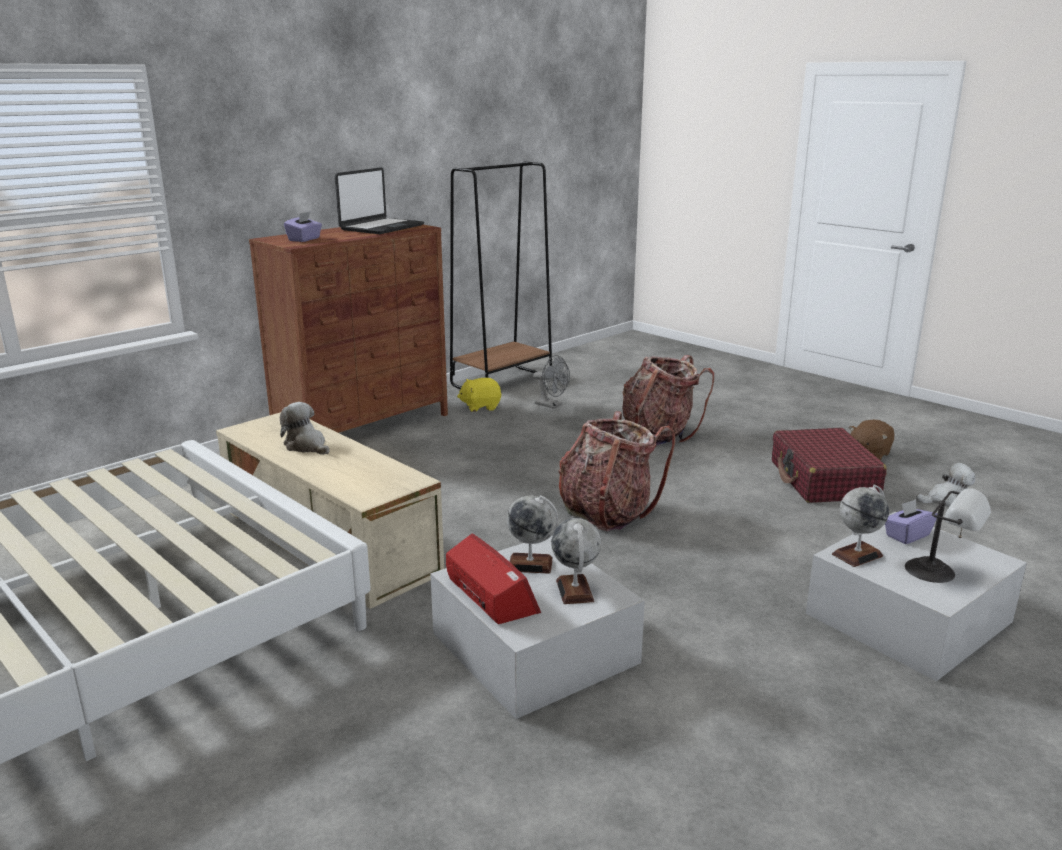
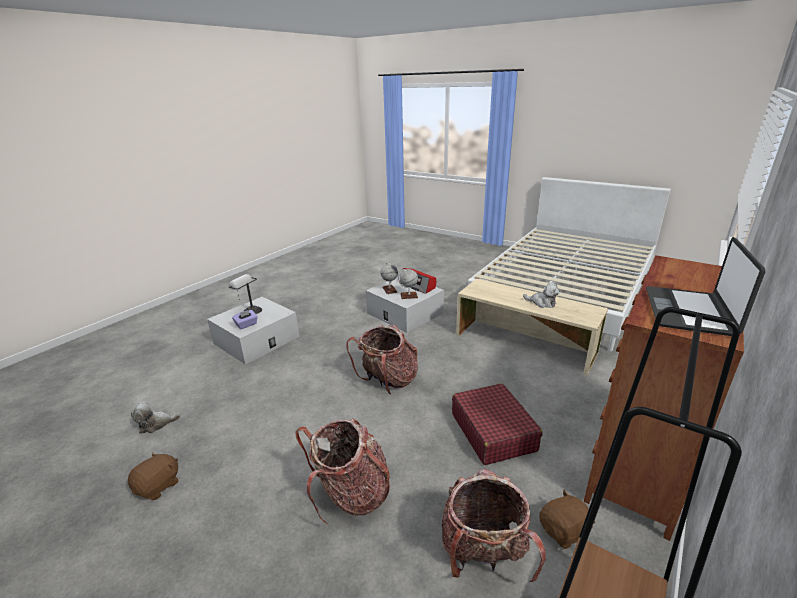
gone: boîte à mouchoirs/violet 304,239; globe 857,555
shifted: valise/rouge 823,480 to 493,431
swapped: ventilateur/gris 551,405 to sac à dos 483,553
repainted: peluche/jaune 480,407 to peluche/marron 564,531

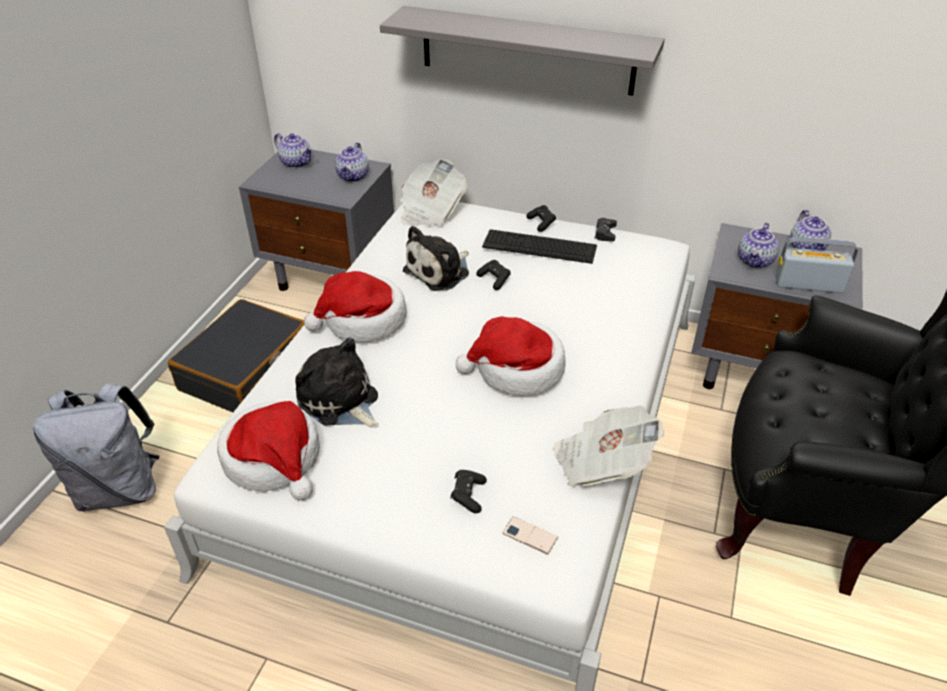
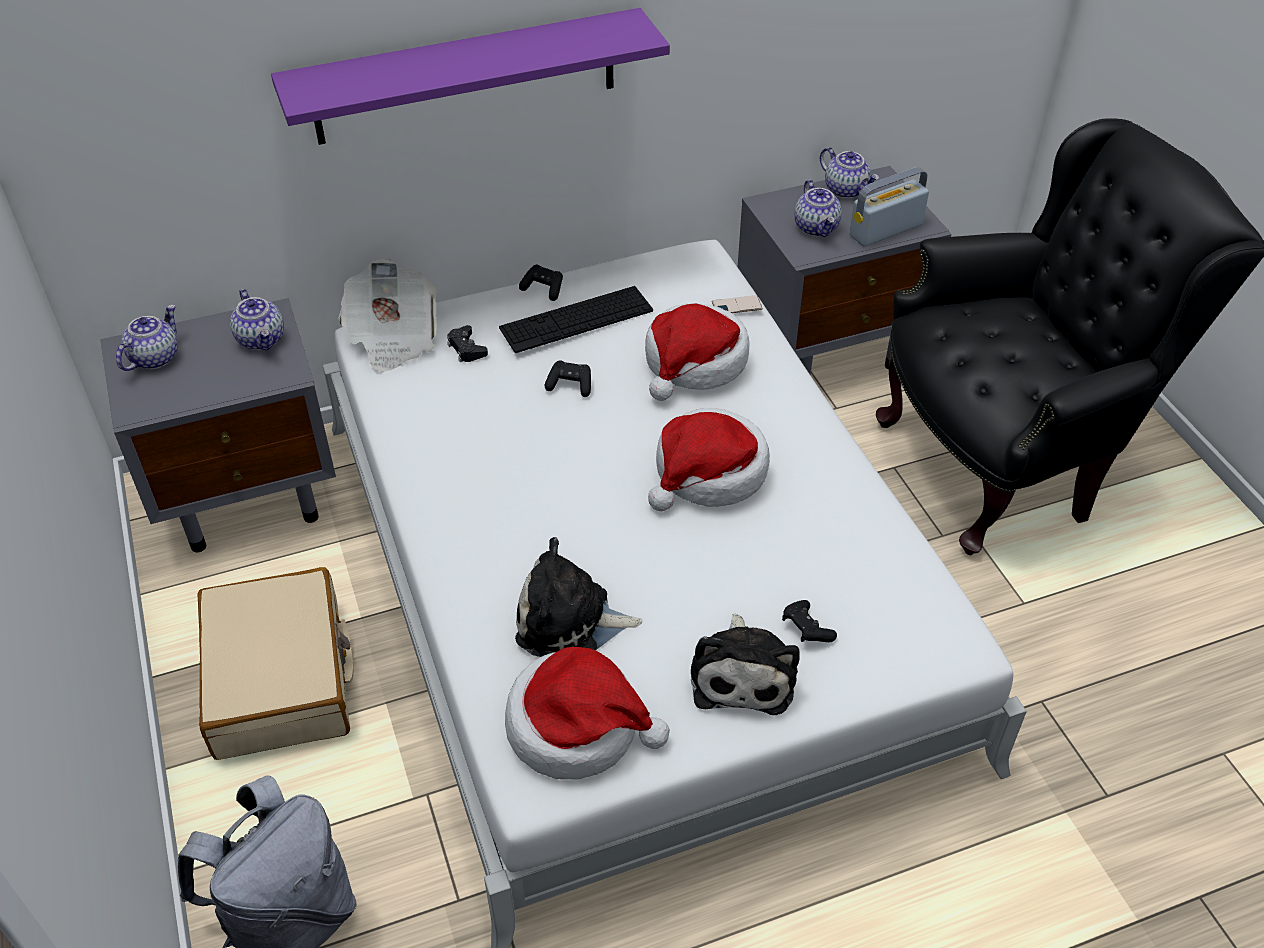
gone: journal 602,463
shifted: chapeau 362,320 to 694,363; peluche 440,271 to 742,673; téléphone 530,535 to 737,305; manette/noir 605,233 to 466,349
repainted: valise/noir 247,371 to valise/beige 280,679; étagère/gris 527,50 to étagère/violet 465,77
rotated: théière 296,162 = 154,357 60 degrees counterclockwise

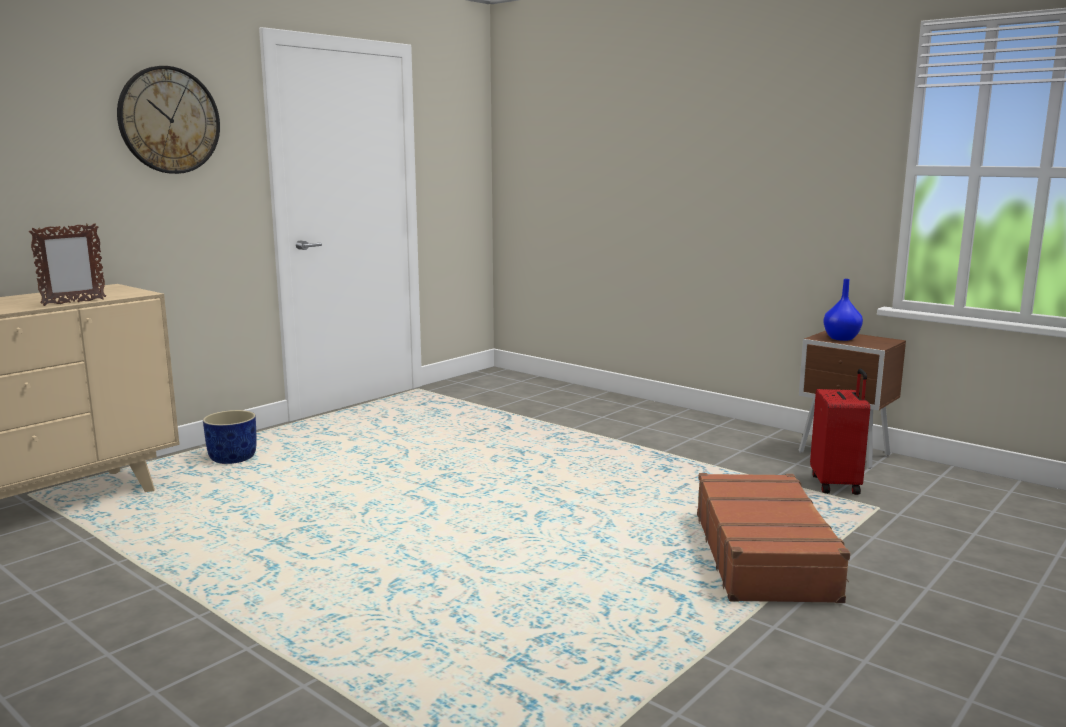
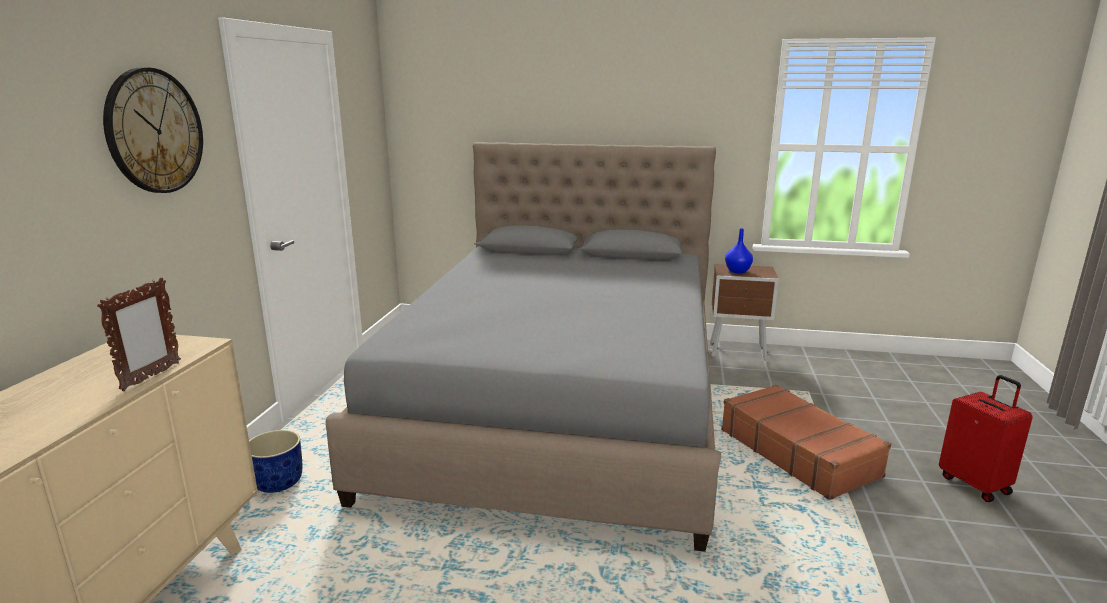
new: lit/gris 562,405
shifted: valise/rouge 836,484 to 975,484

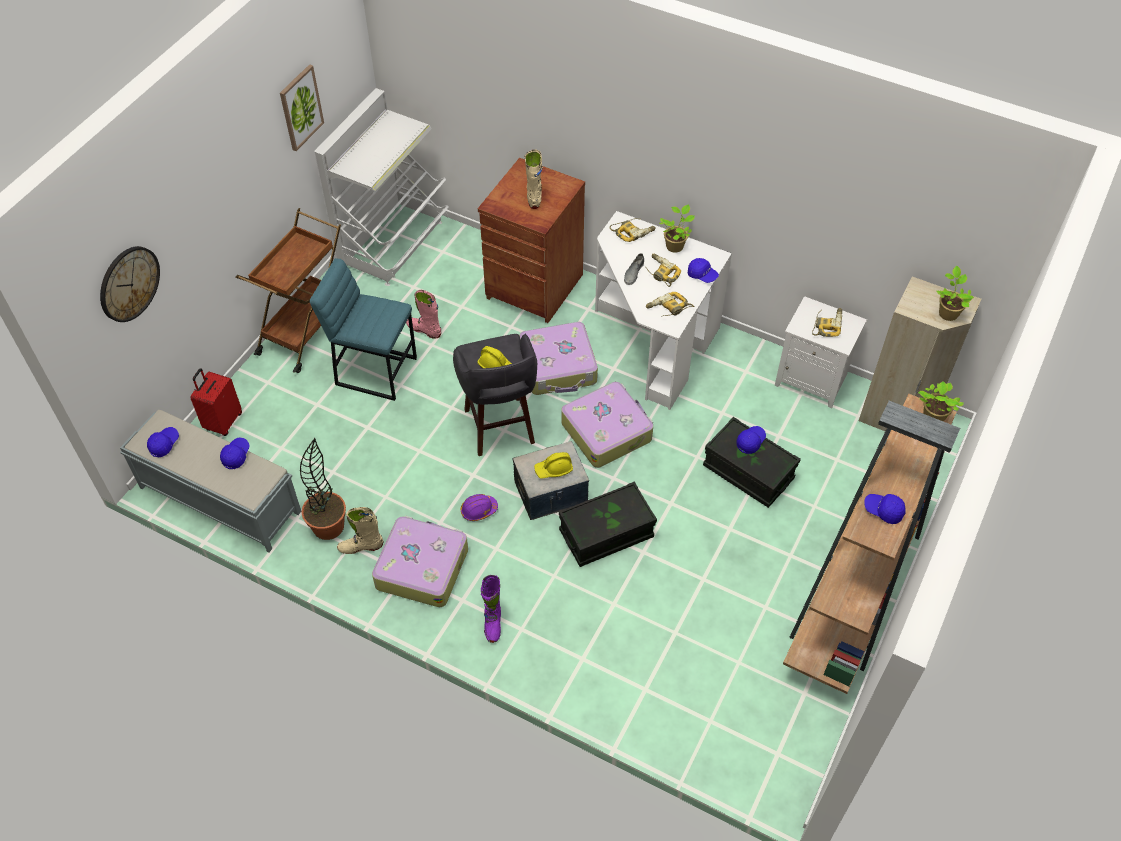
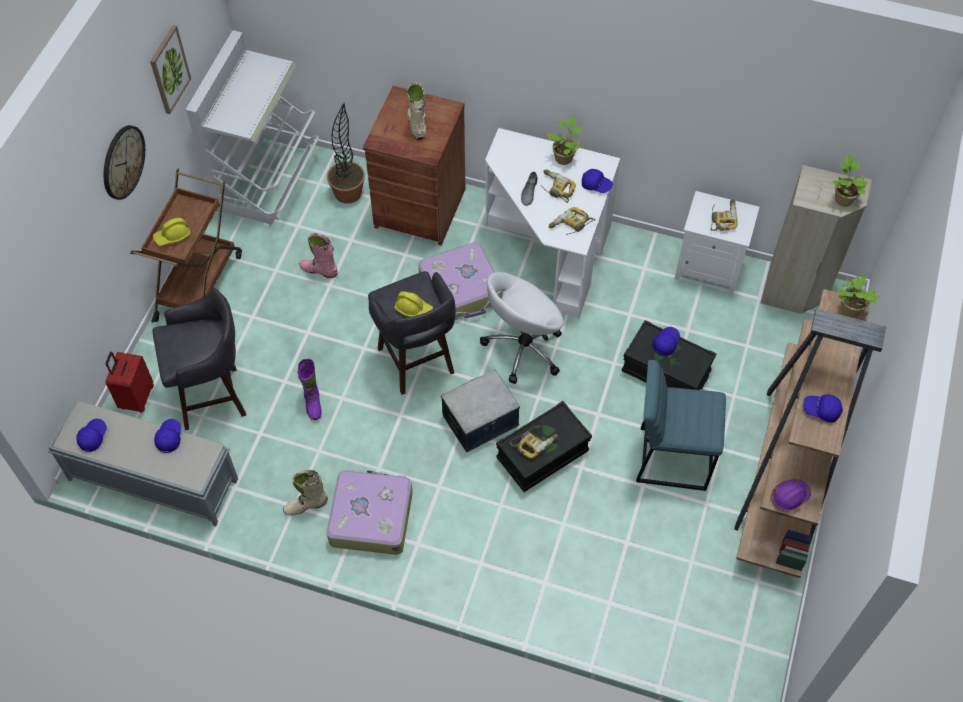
new: tabouret/gris 215,398
shifted: horloge murale 129,283 to 123,162; plante en pot 328,526 to 348,193; tabouret/bleu 374,370 to 670,458; casque de chantier/violet 478,510 to 789,497; botte/violet 492,623 to 313,403; casque de chantier/jaune 554,469 to 172,236; perceuse 633,232 to 534,442
swapped: valise 607,431 to chaise de bureau/blanc 522,349

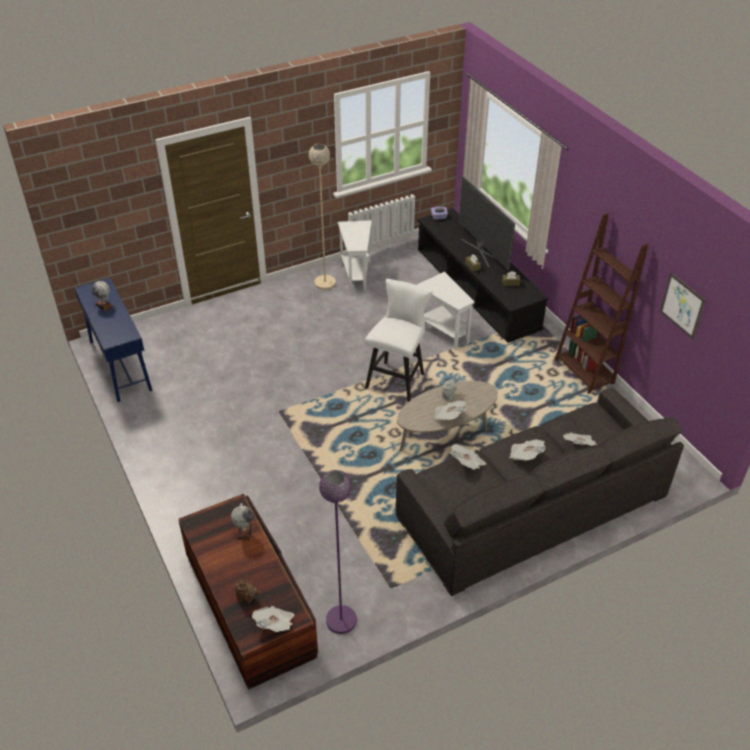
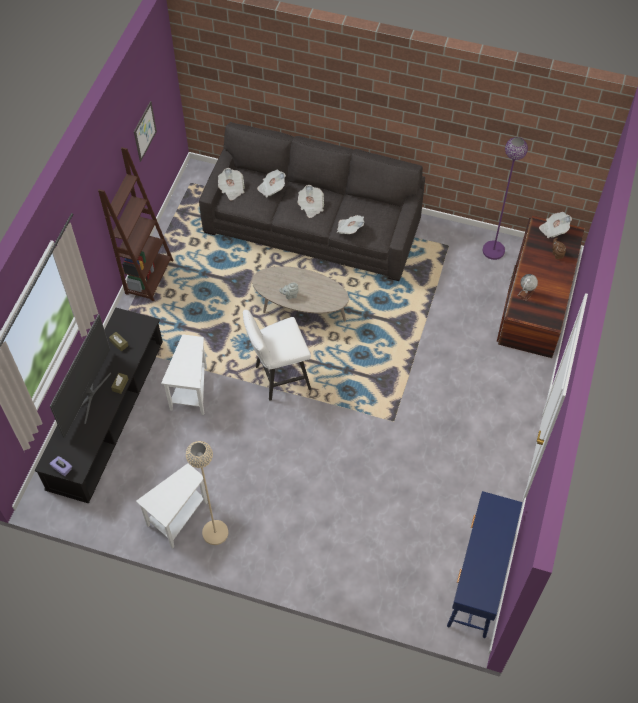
gone: globe 104,305
shifted: journal 448,416 to 231,189

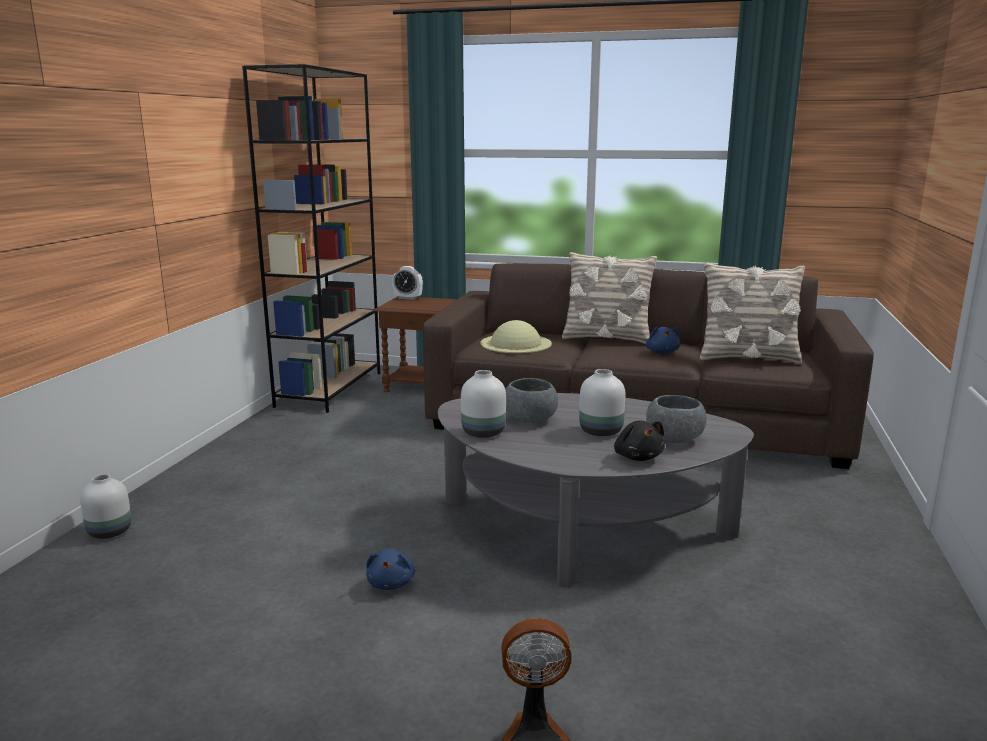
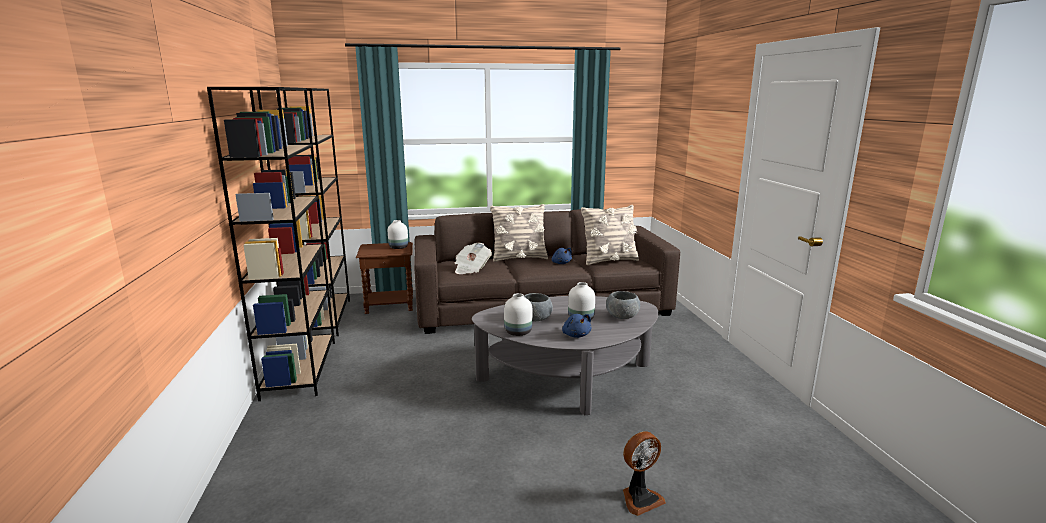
gone: réveil 408,298; peluche/noir 637,457
new: bibliothèque/beige 299,369
shifted: vase/blanc 109,532 to 398,247; peluche/bleu 391,583 to 576,335
swapped: chapeau/beige 516,343 to journal 471,269

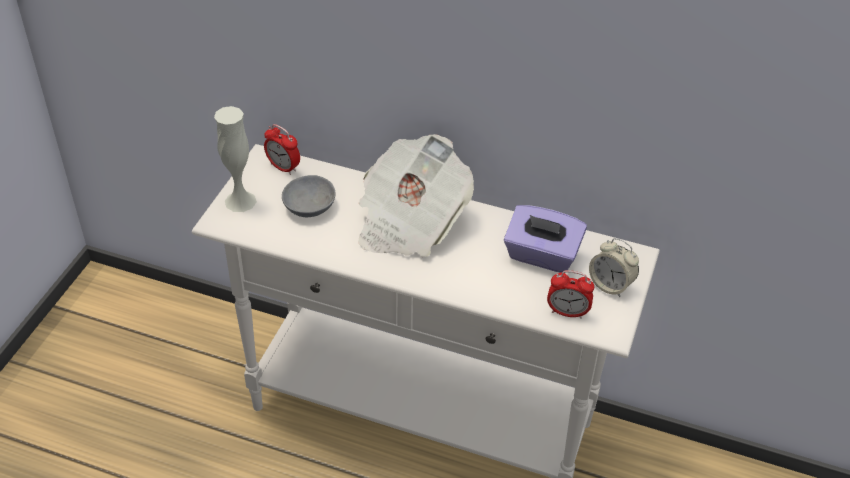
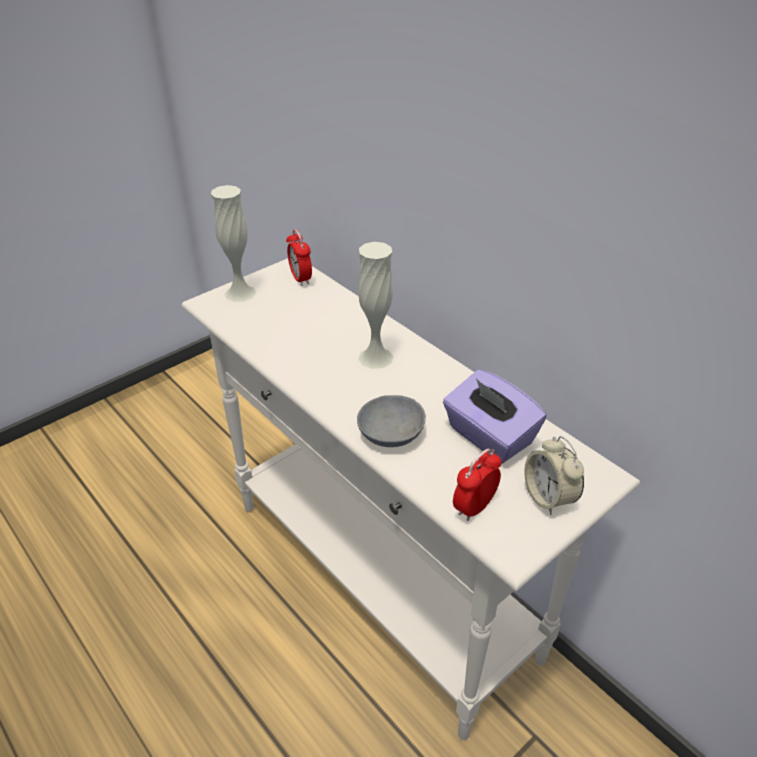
shifted: bol/gris 308,205 to 390,431
swapped: journal 409,221 to vase/blanc 375,357
rotated: réveil 567,312 = 474,507 90 degrees clockwise

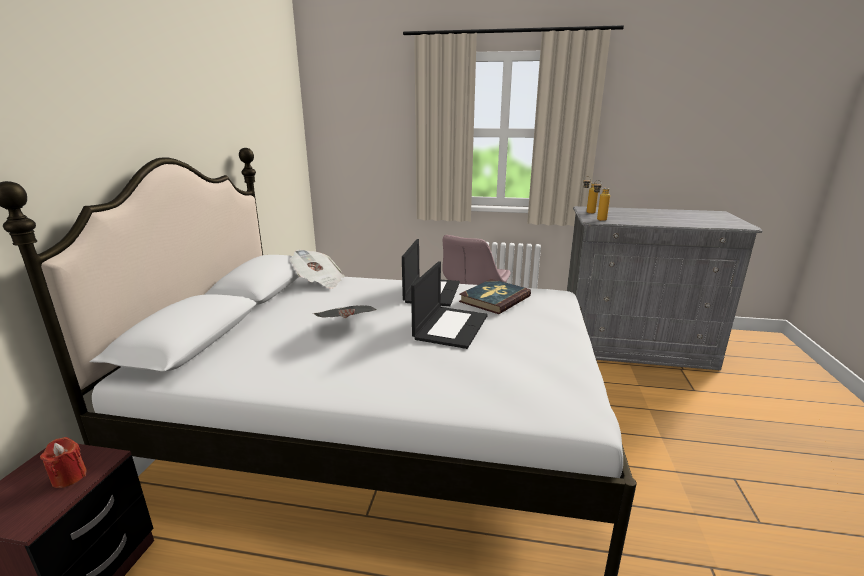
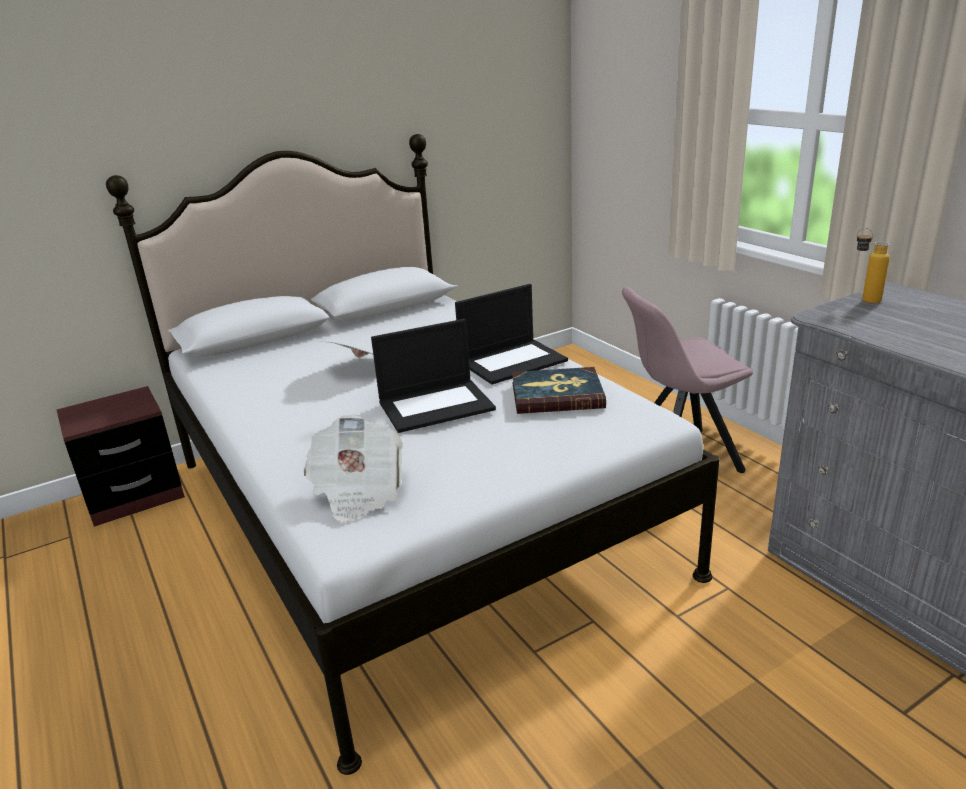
gone: bougie/rouge 69,477; bouteille 597,219
shifted: journal 319,281 to 357,491

